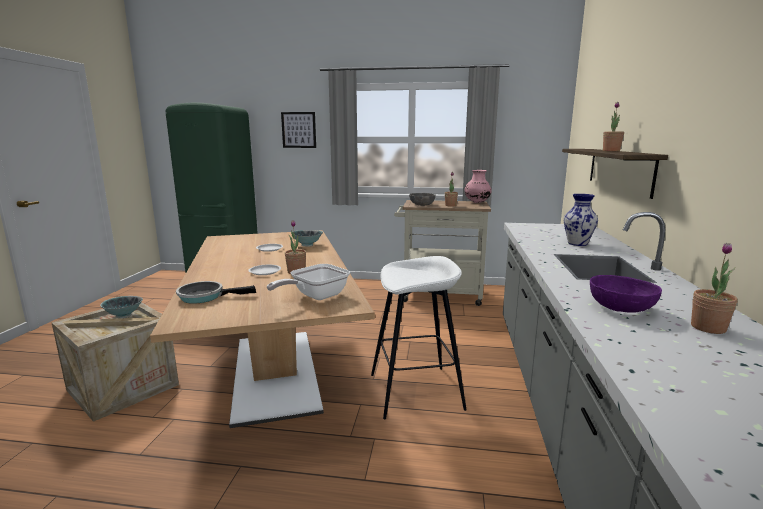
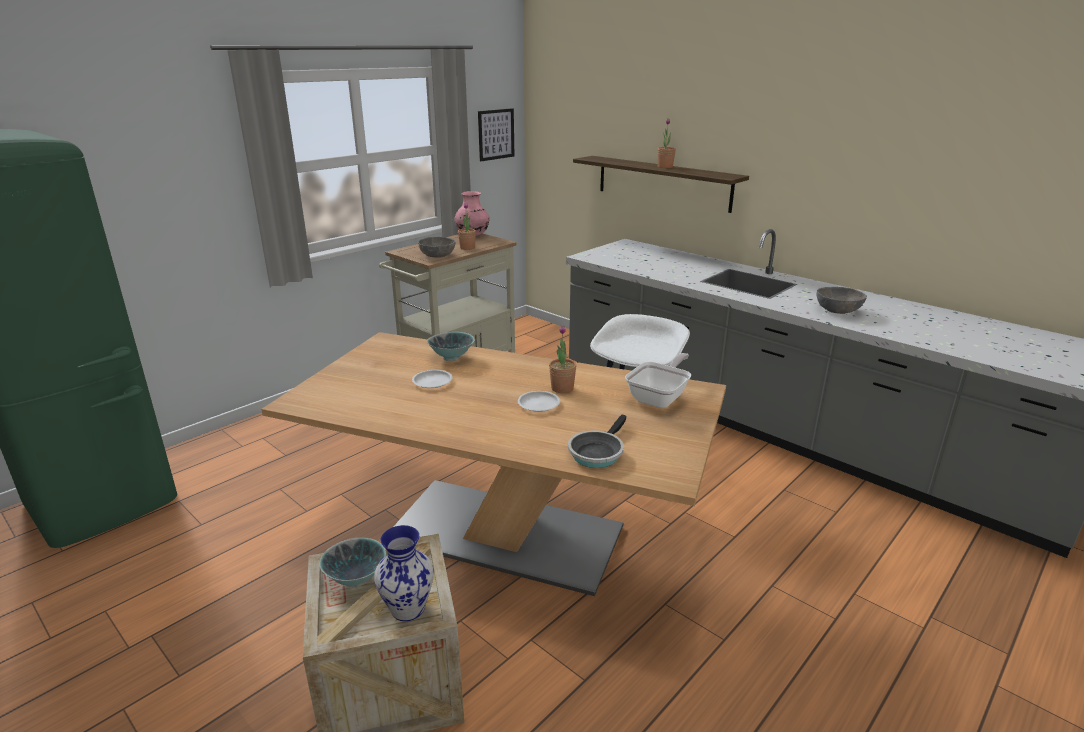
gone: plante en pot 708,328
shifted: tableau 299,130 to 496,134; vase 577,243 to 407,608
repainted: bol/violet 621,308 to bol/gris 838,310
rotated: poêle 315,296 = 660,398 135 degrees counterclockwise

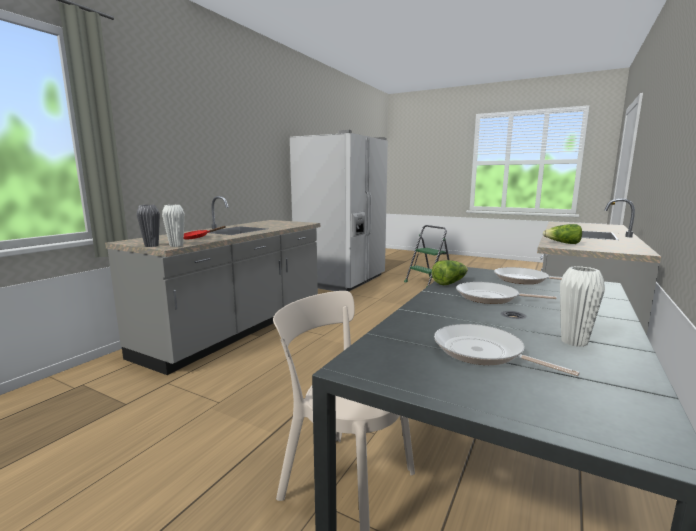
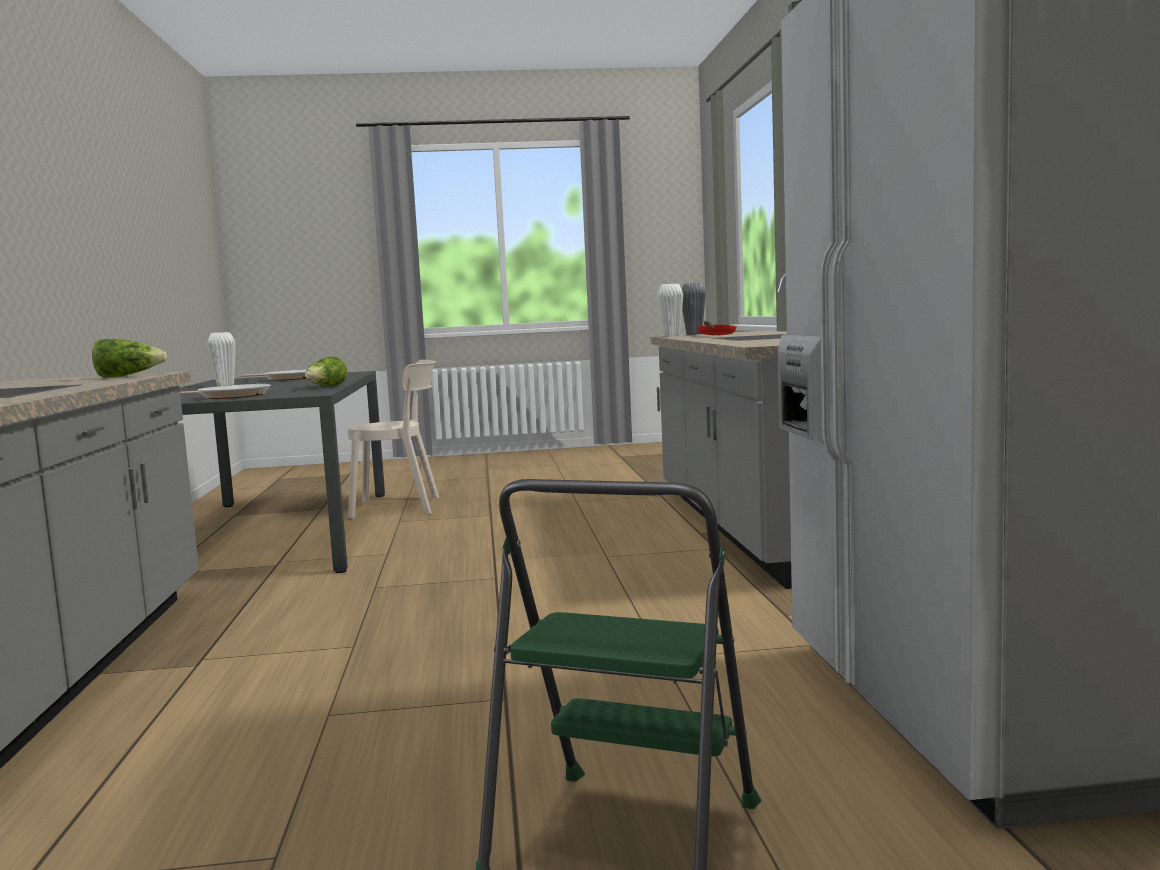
gone: poêle 490,297

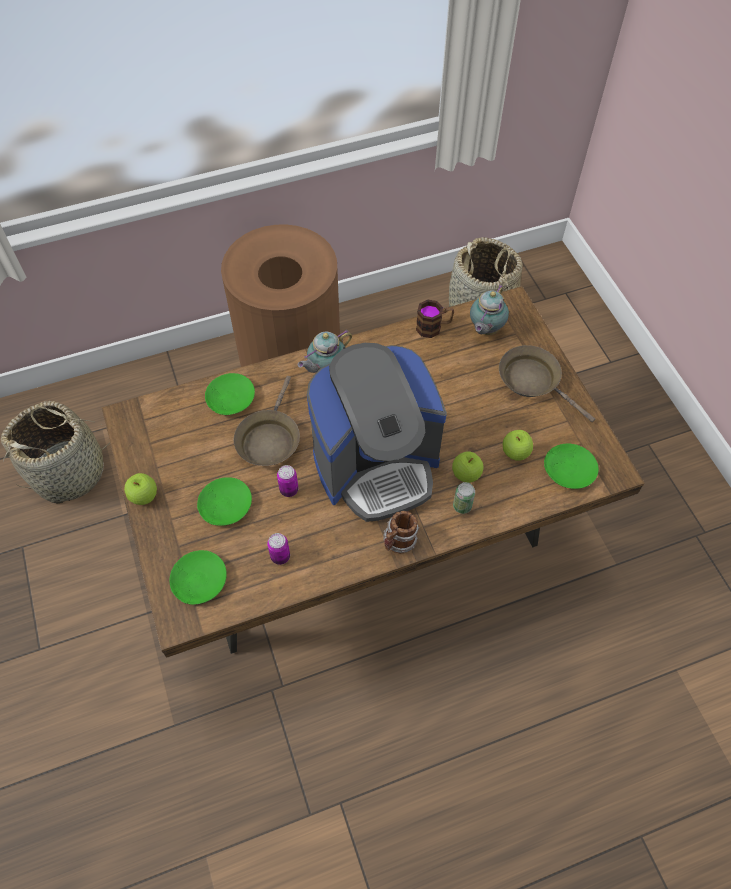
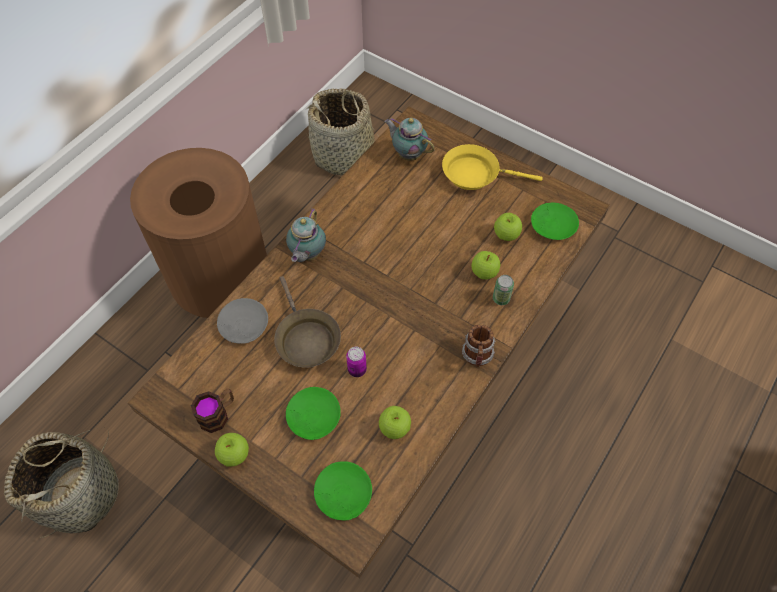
gone: machine à café 376,465
shifted: mug 434,327 to 218,414
swapped: boîte métallique 280,556 to pomme 394,428
repainted: assiette/vert 230,398 to assiette/gris 243,325; poêle/marron 533,381 to poêle/jaune 475,174
rotated: théière 485,330 = 408,154 135 degrees clockwise

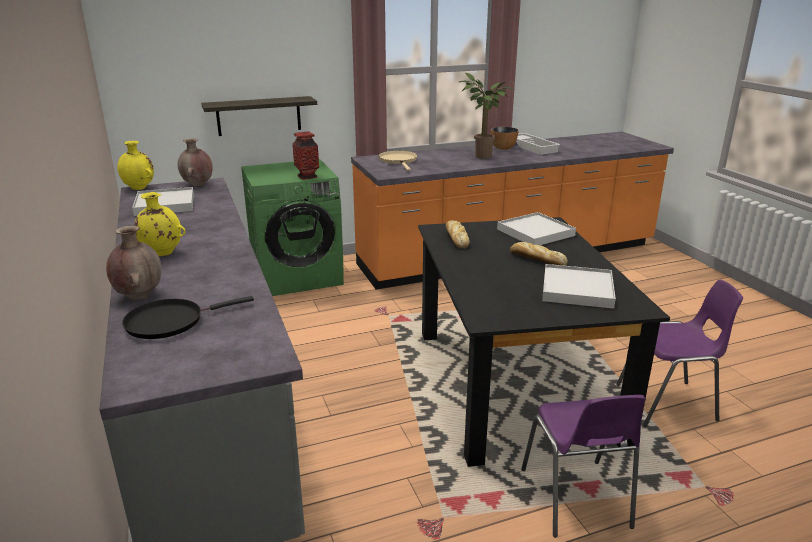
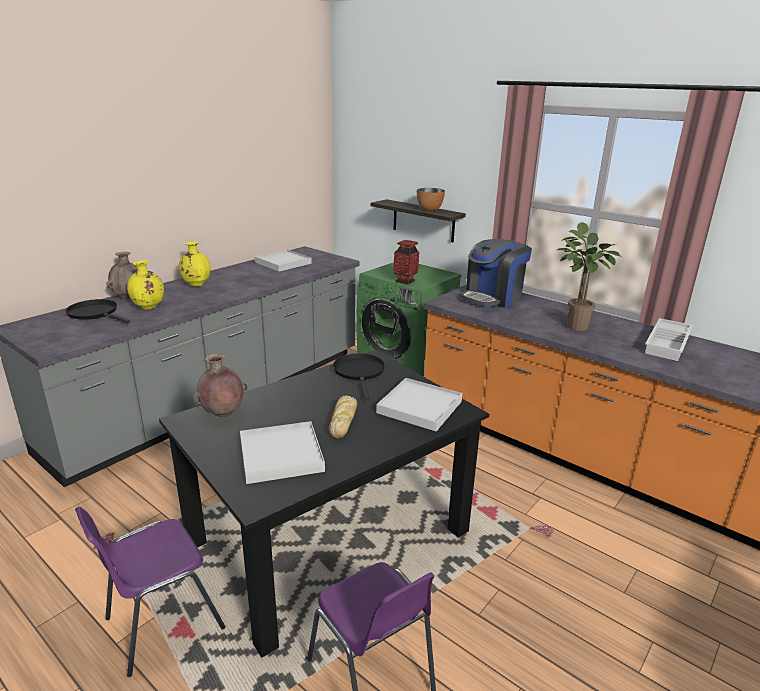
shifted: vase/jaune 139,188 to 148,308; vase/marron 198,185 to 222,413; bol 503,148 to 429,210
swapped: poêle/beige 398,161 to machine à café 493,297; pain 456,238 to poêle/noir 359,372

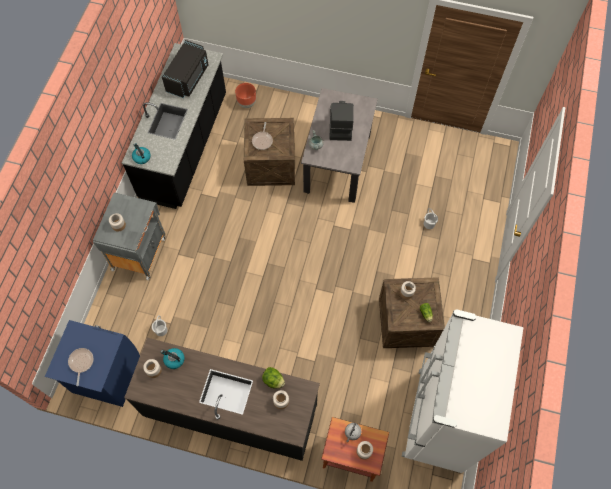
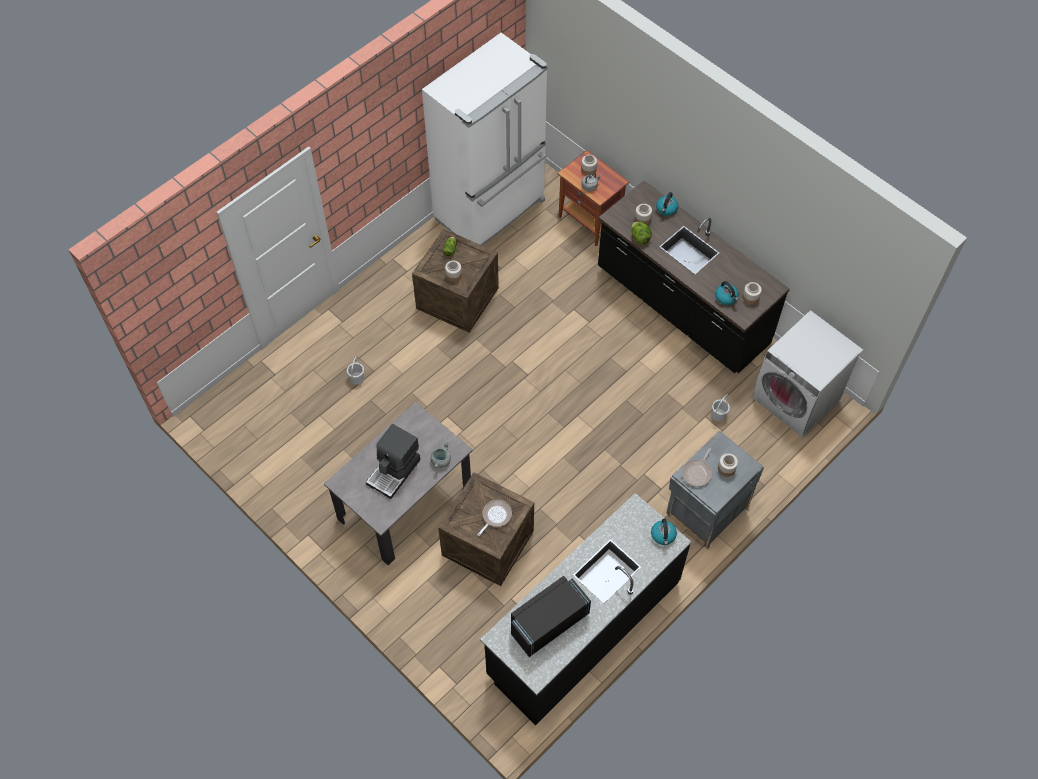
gone: cache-pot/marron 247,103
new: bouilloire 666,209
shifted: poêle 81,363 to 697,472
repainted: lave-linge/bleu 105,376 to lave-linge/blanc 797,399

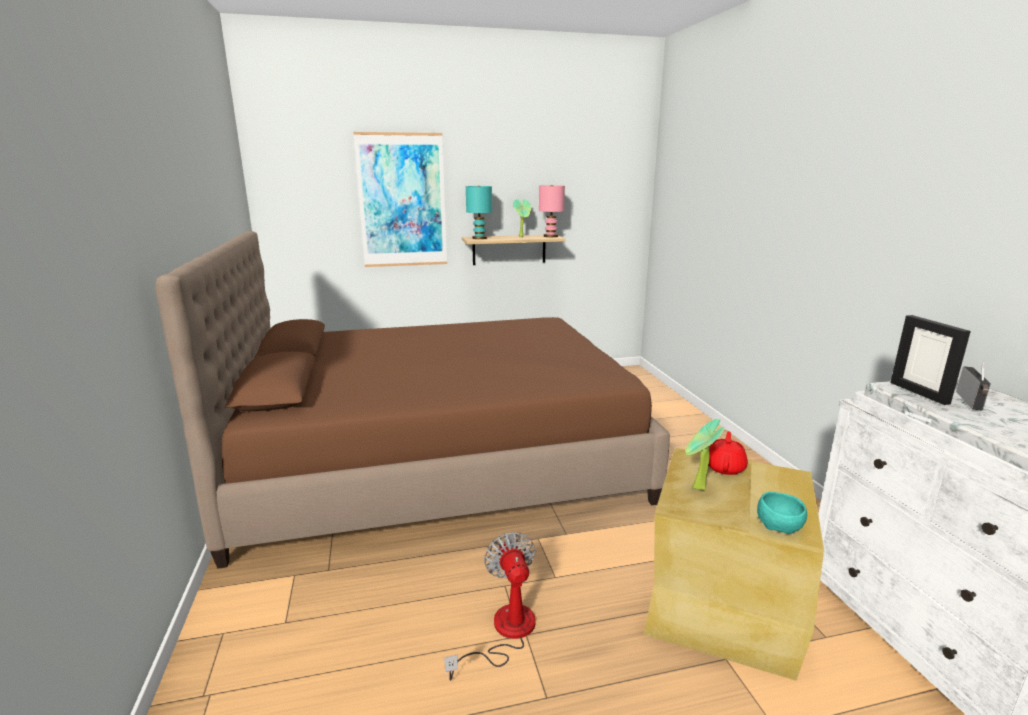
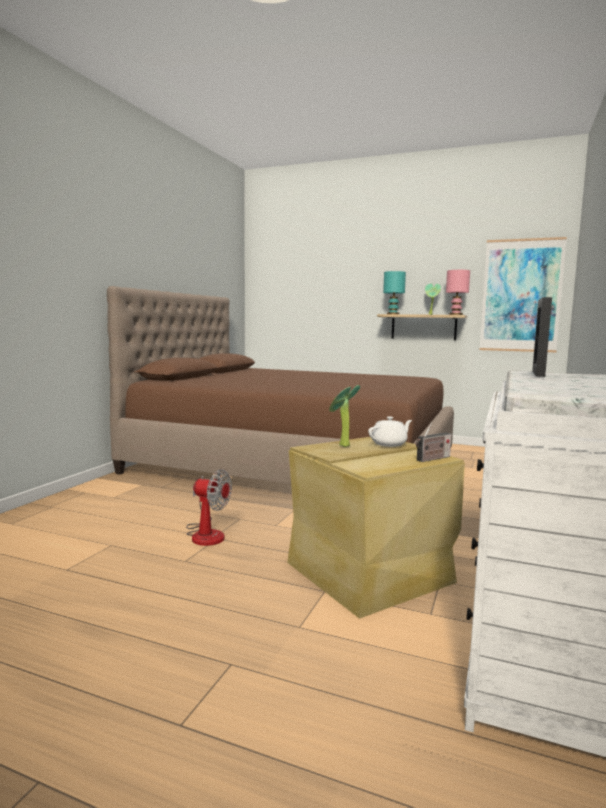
gone: bol/turquoise 780,524
shifted: tableau 402,201 to 521,295; radio 970,402 to 432,459
repainted: théière/rouge 725,467 to théière/blanc 389,444
rotated: ventilateur 504,632 = 206,533 90 degrees clockwise

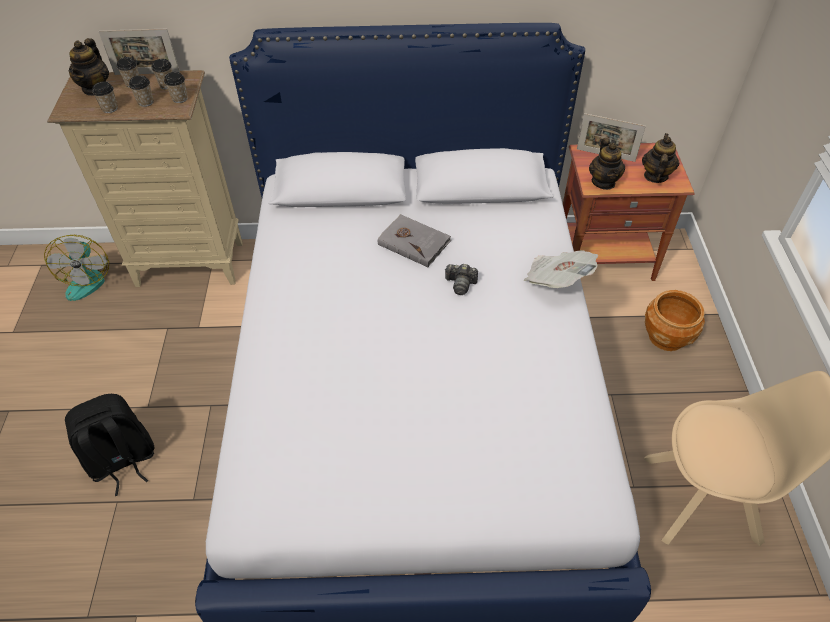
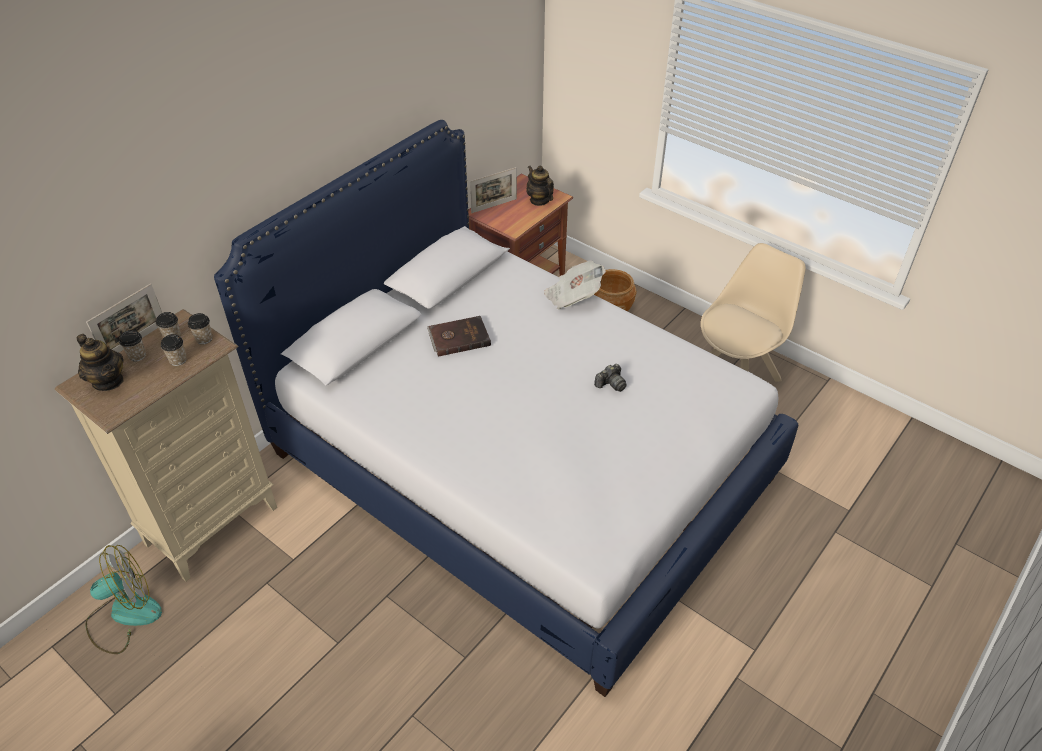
gone: sac à dos/noir 122,461; tasse 110,108; théière 603,182
shifted: appareil photo 460,284 to 611,384
repainted: livre/gris 414,242 to livre/marron 458,337
rotated: ventilateur 87,278 = 124,615 60 degrees counterclockwise

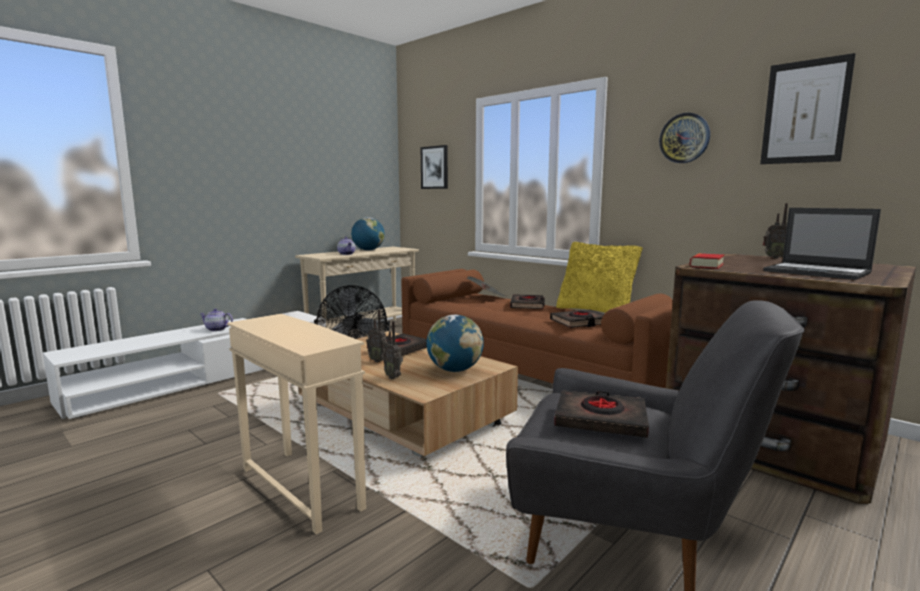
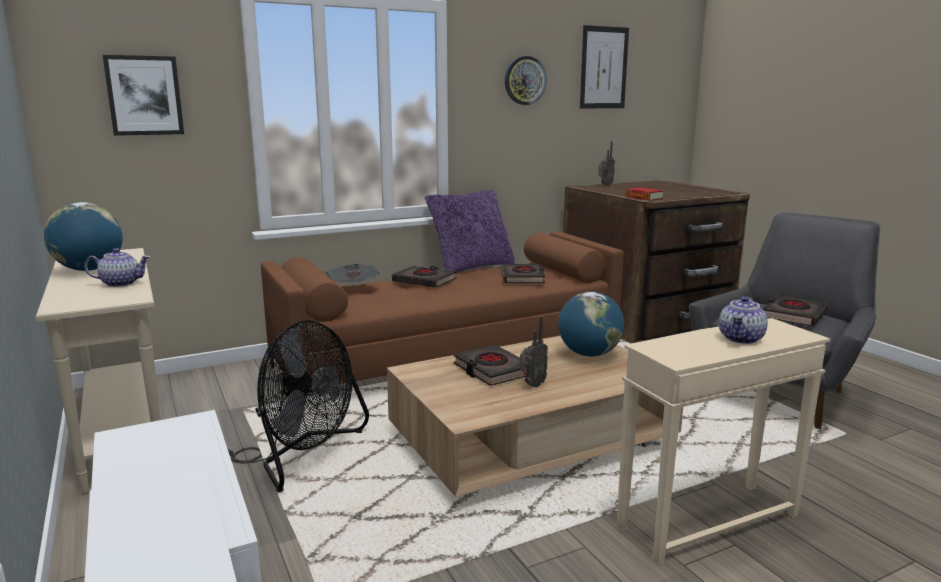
gone: radio 393,377; ordinateur portable 818,272
shifted: théière 216,329 to 741,339
repainted: coussin/jaune 596,310 to coussin/violet 472,266

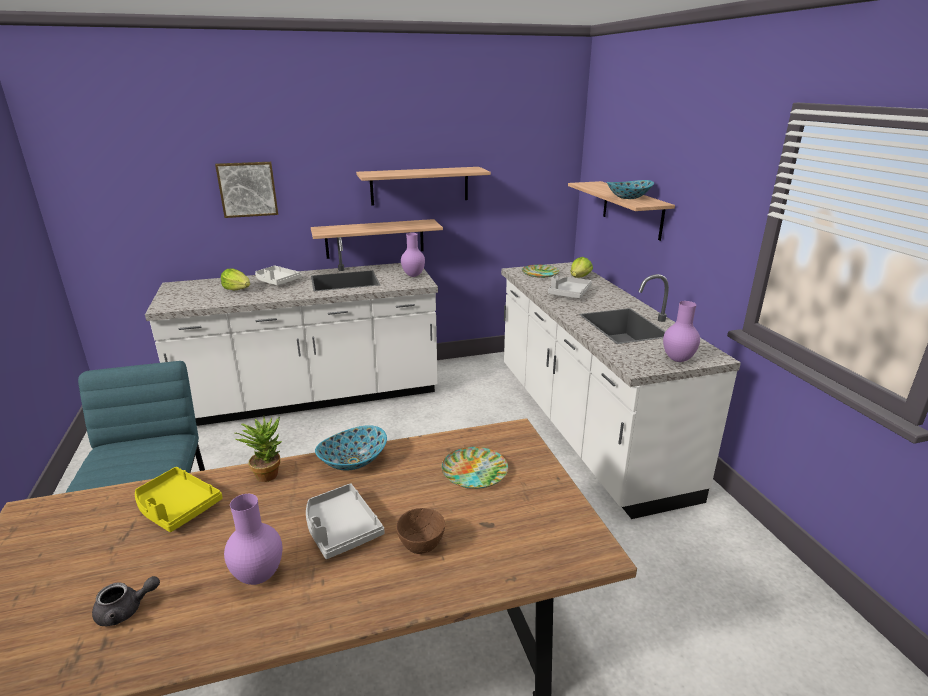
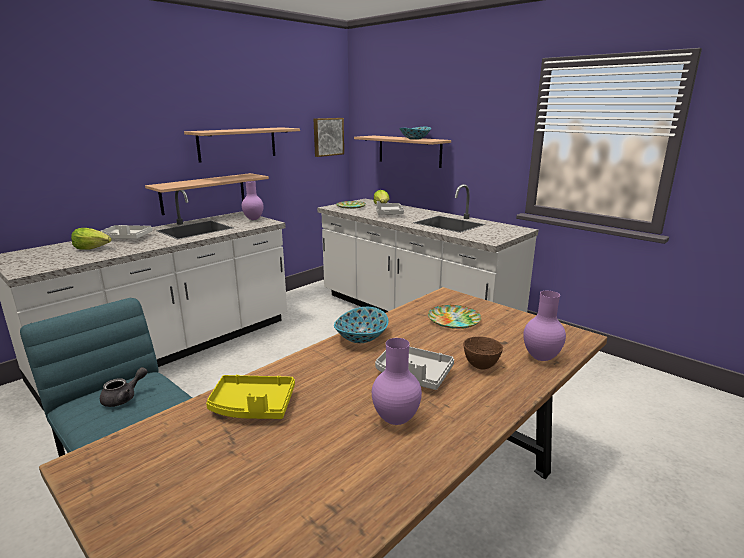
gone: plante en pot 267,472
shifted: théière/gris 126,611 to 124,398; tableau 247,189 to 327,136; vase/violet 677,360 to 540,358

